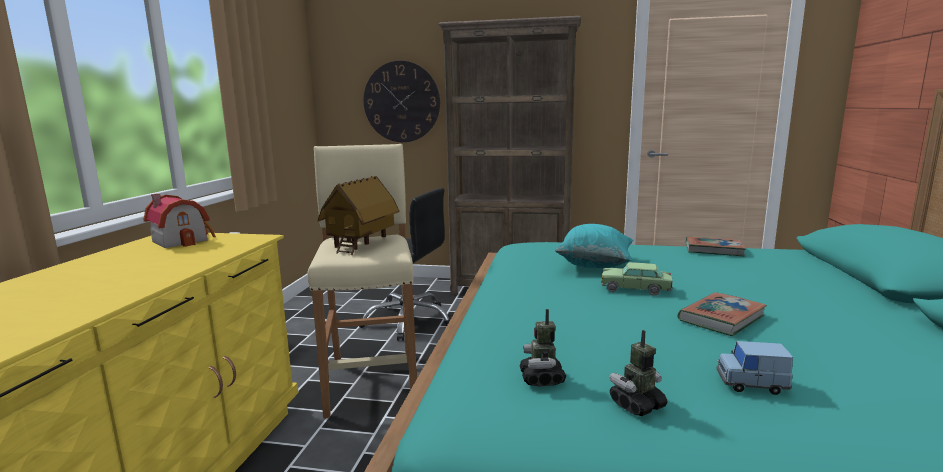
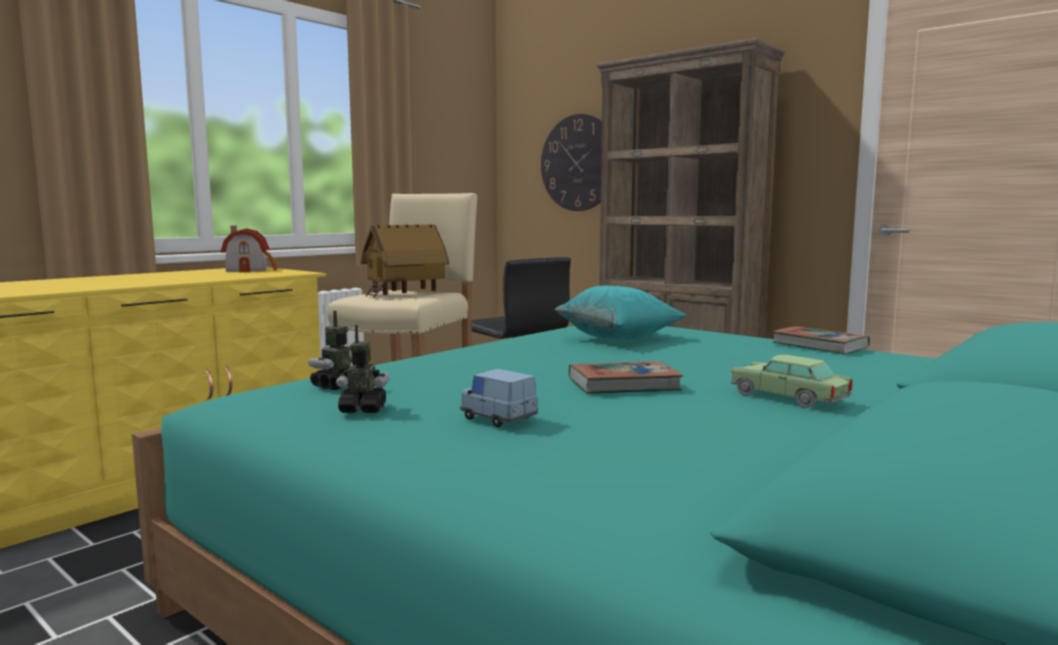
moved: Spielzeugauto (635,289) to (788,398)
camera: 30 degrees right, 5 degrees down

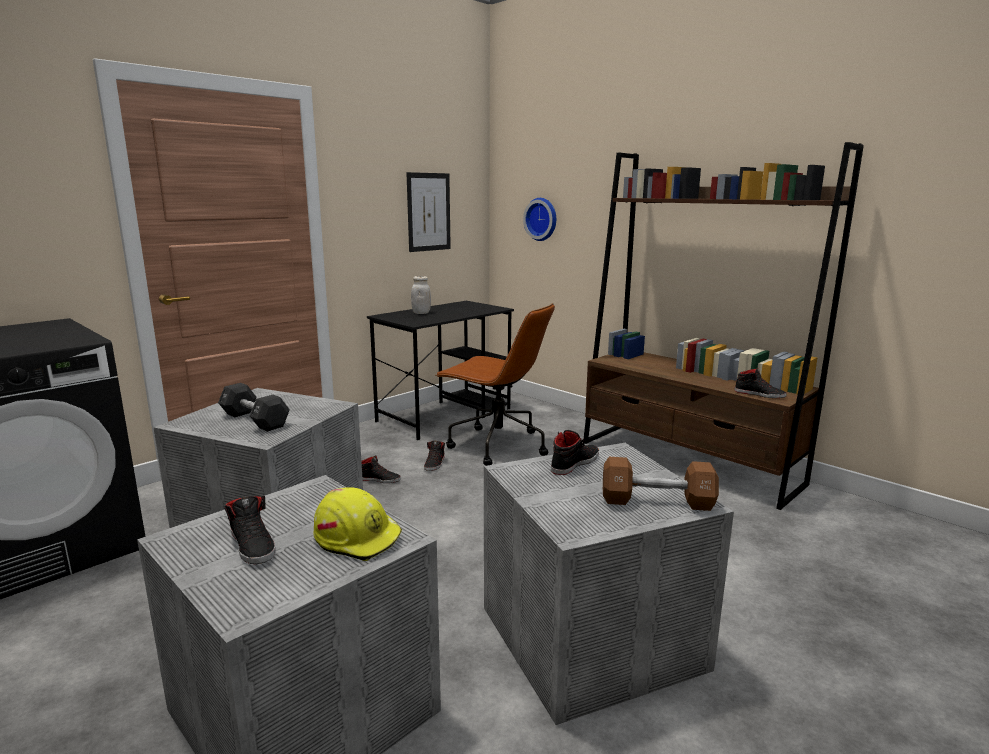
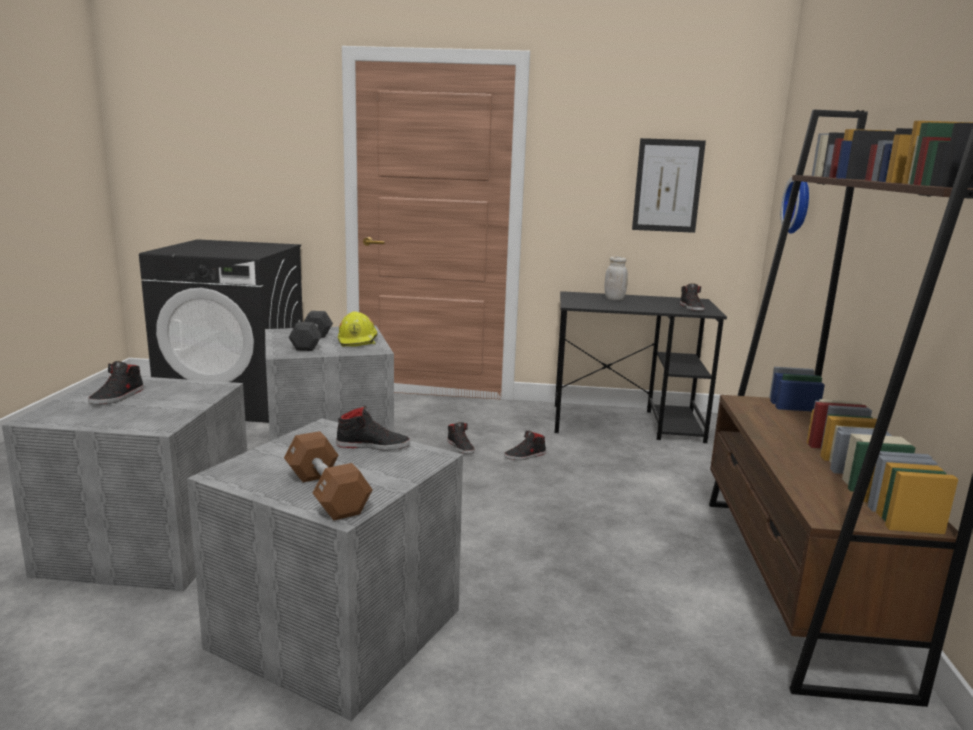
removed: Bürostuhl [braun] (496,445)
moved: Schutzhelm [gelb] (358,538) to (358,341); Schuh [schwarz] (759,394) to (692,308)
camera: 50 degrees right, 0 degrees up

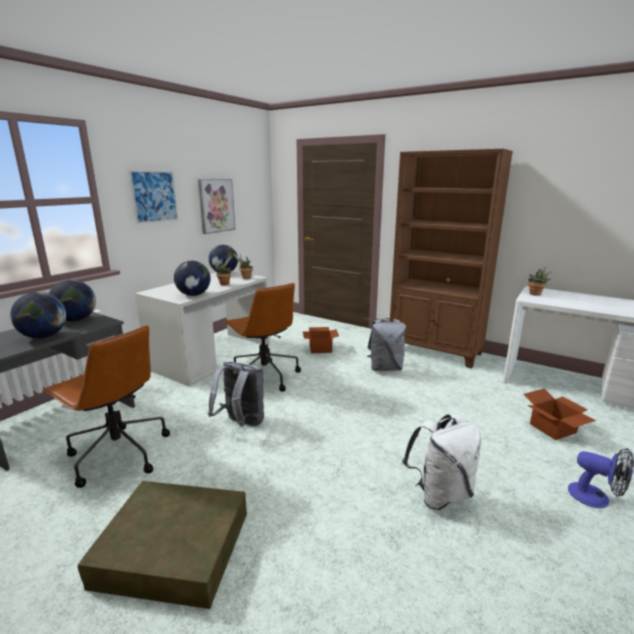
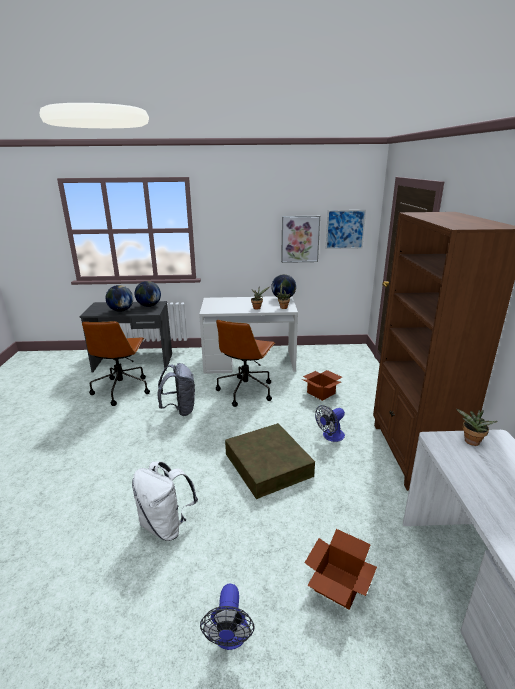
removed: Globus (194,295)
moved: Aufbewahrungsbox [braun] (173,548) to (268,465); Bild (154,196) to (345,229)
replaced: Rucksack [grau] (385,368) to Ventilator (330,436)
camera: 55 degrees right, 5 degrees up

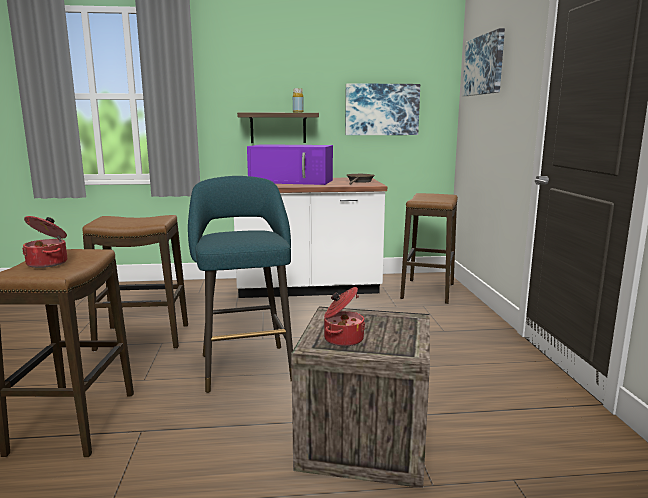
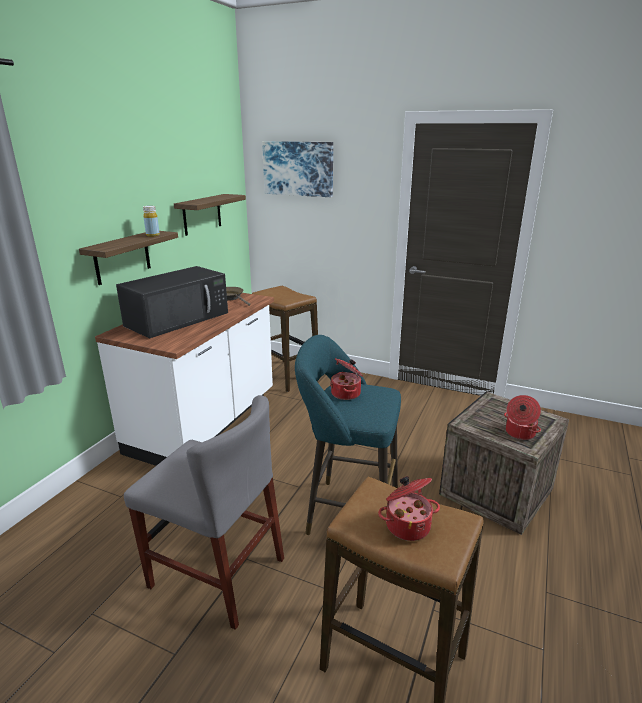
added: Kochtopf (346,393)
replaced: Hocker (142,338) to Stuhl [grau] (217,572); Bild (381,109) to Wandregal (202,214)
recoloured: Mikrowelle [lila] (292,181) to Mikrowelle [schwarz] (178,318)
camera: 60 degrees left, 10 degrees up

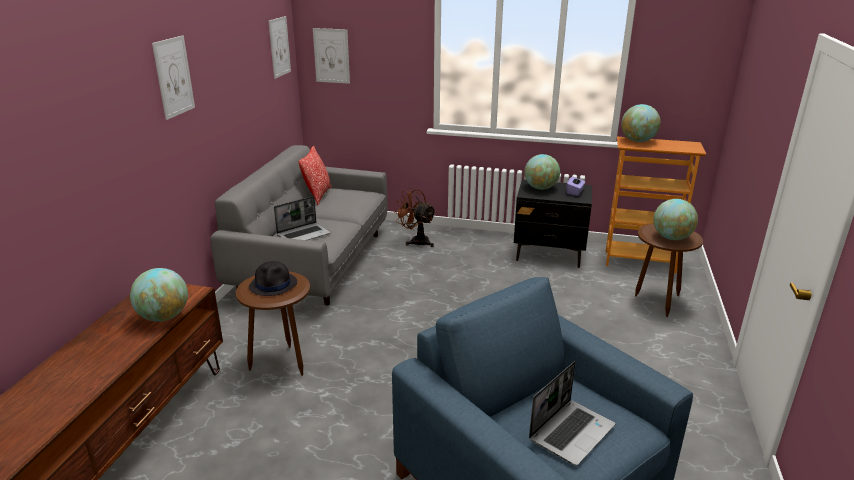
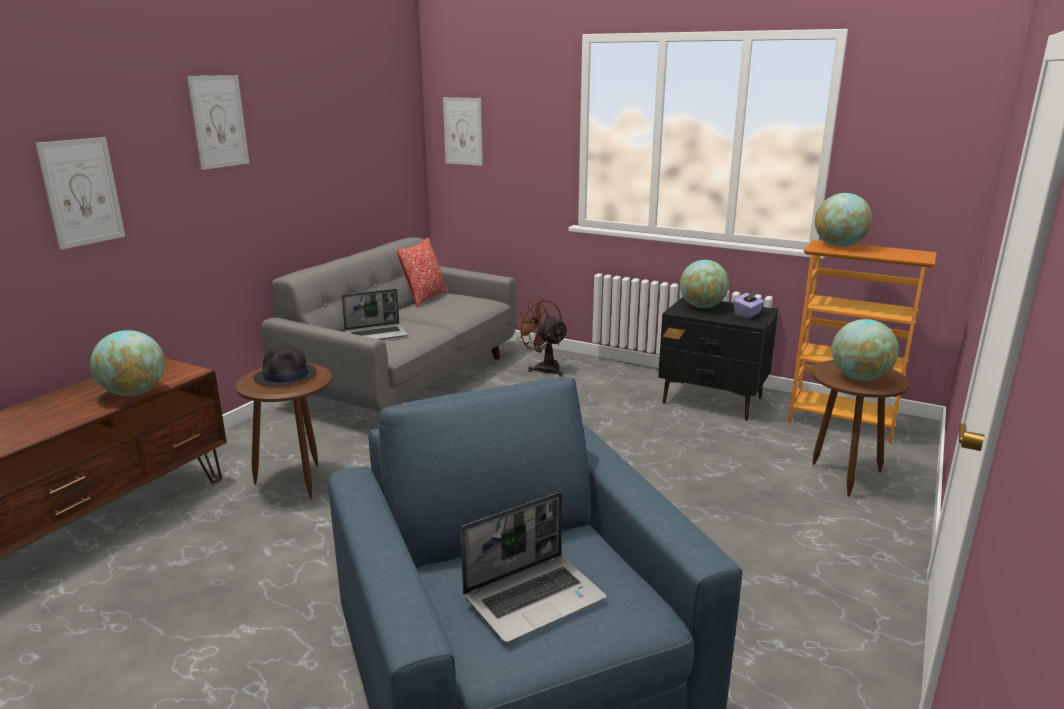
moved: Bild (279,47) to (82,192)
camera: 15 degrees right, 5 degrees down

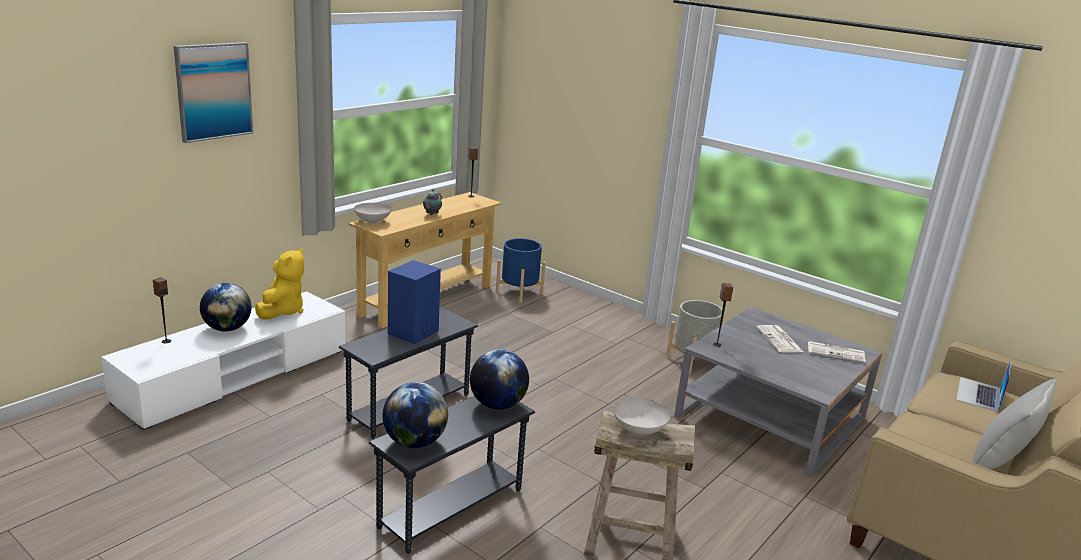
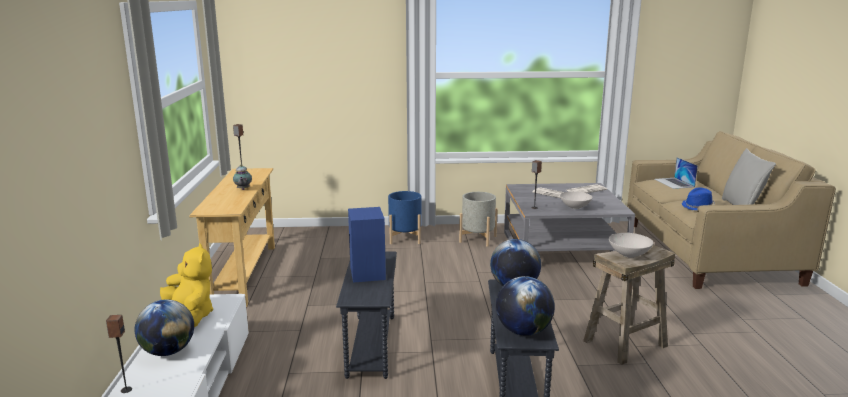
removed: Bild (213,91)
added: Hut [blau] (698,206)
moved: Schüssel [weiß] (372,221) to (575,207); Pflanzkübel [blau] (519,292) to (405,238)
camera: 40 degrees left, 5 degrees down

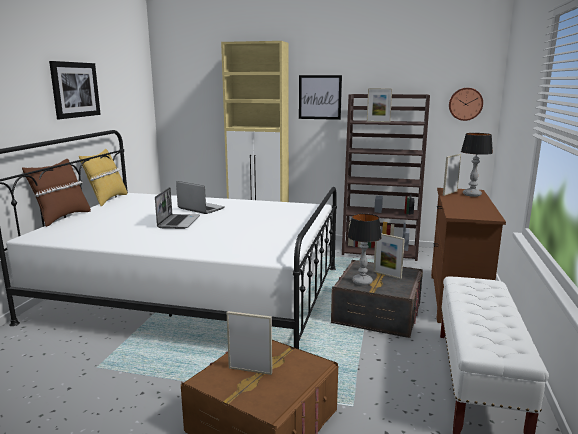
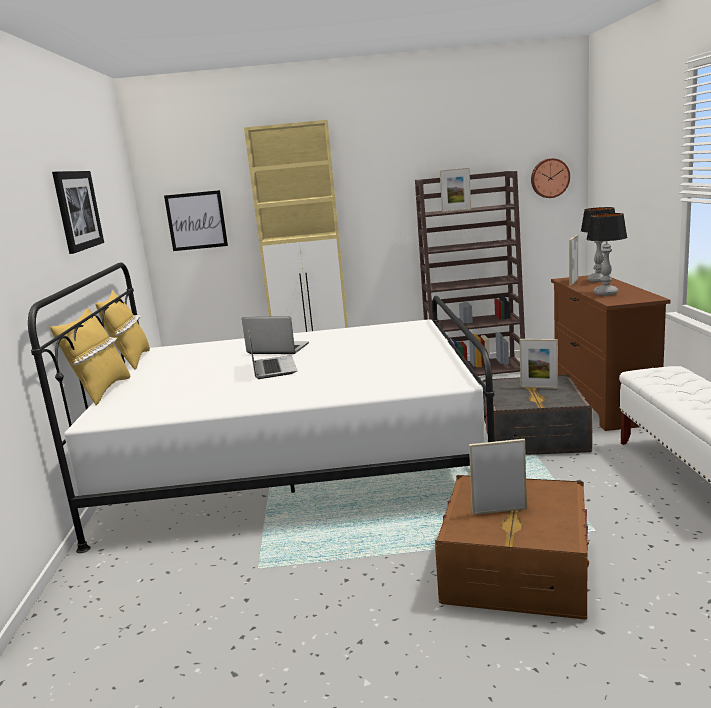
moved: Bild (320,97) to (196,220); Tischlampe (362,282) to (606,293)
recoloured: Kissen [braun] (62,218) to Kissen [gelb] (101,391)
camera: 15 degrees left, 0 degrees up

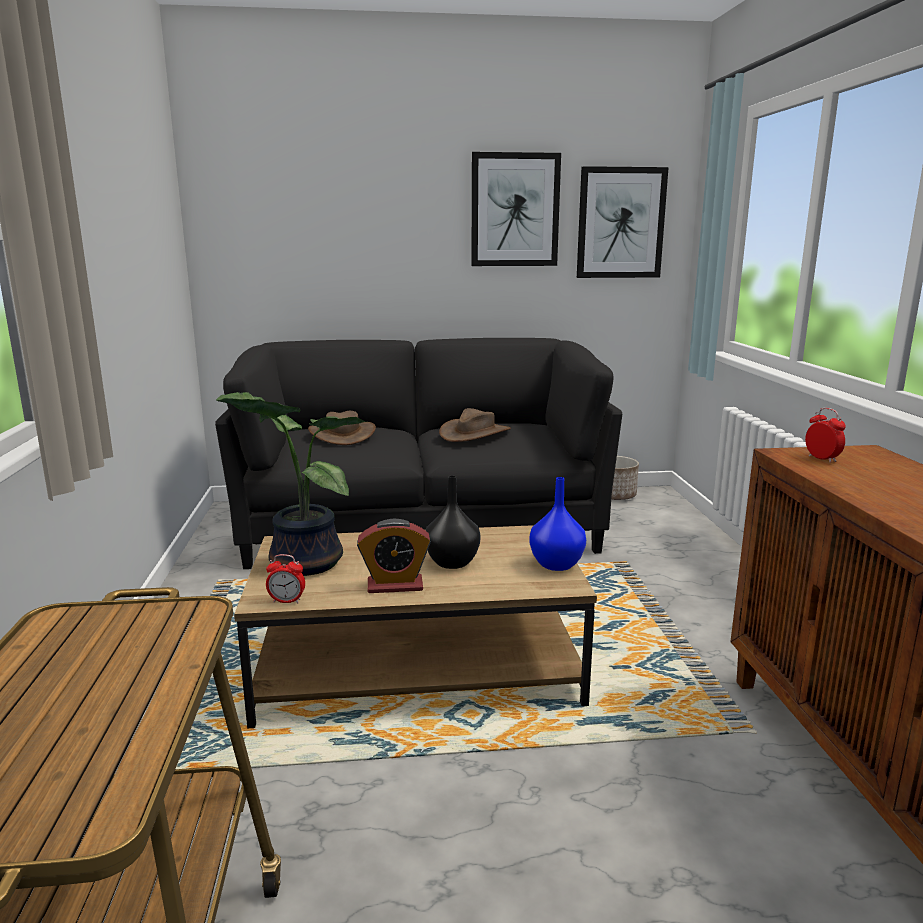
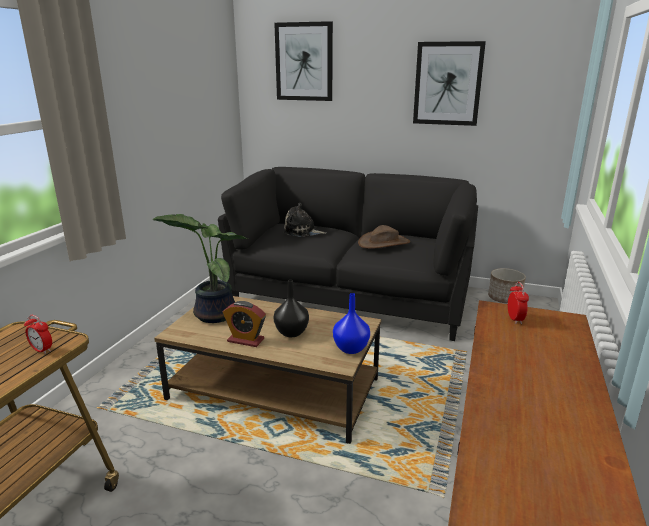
moved: Wecker (287,601) to (42,350); Bild (620,223) to (304,62)
replaced: Hut [braun] (342,435) to Plüschtier (302,232)
camera: 25 degrees right, 5 degrees up

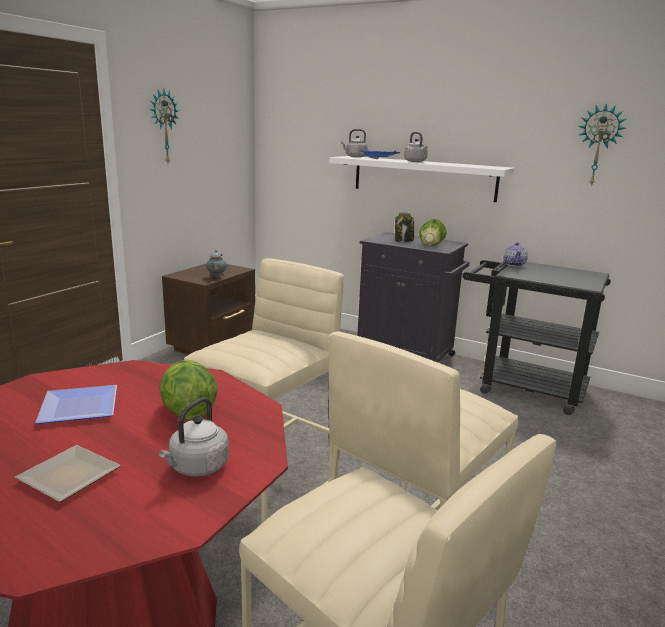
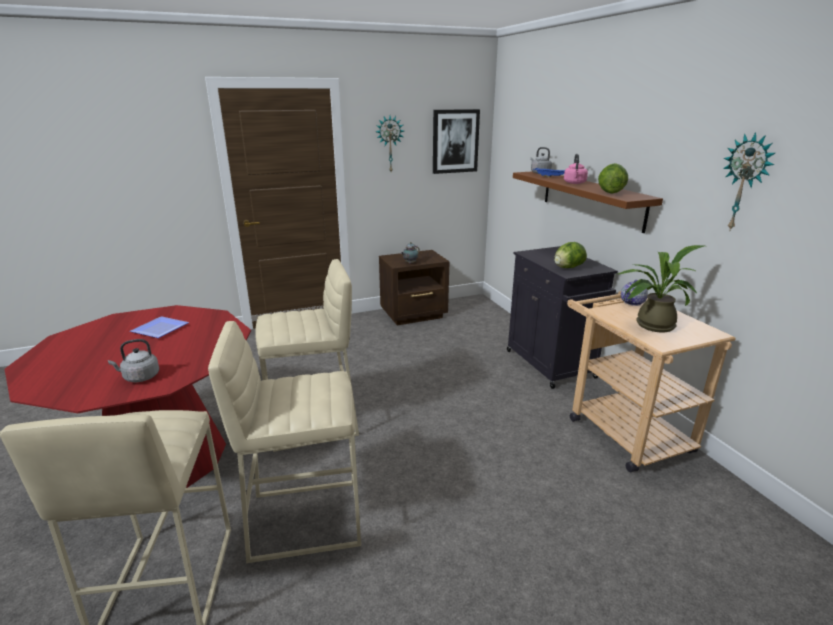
removed: Teller (73,476); Vorratsglas (404,241)
added: Bild (455,141); Topfpflanze (649,325)
moved: Salatkopf (187,412) to (609,192)
recoloured: Wandregal [weiß] (423,178) to Wandregal [braun] (591,199); Wasserkessel [grau] (416,161) to Wasserkessel [rosa] (574,183); Rollwagen [schwarz] (521,387) to Rollwagen [beige] (621,429)
camera: 40 degrees right, 5 degrees up

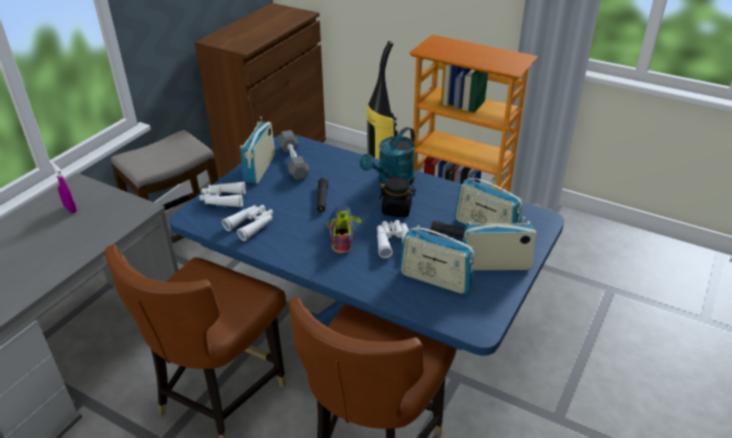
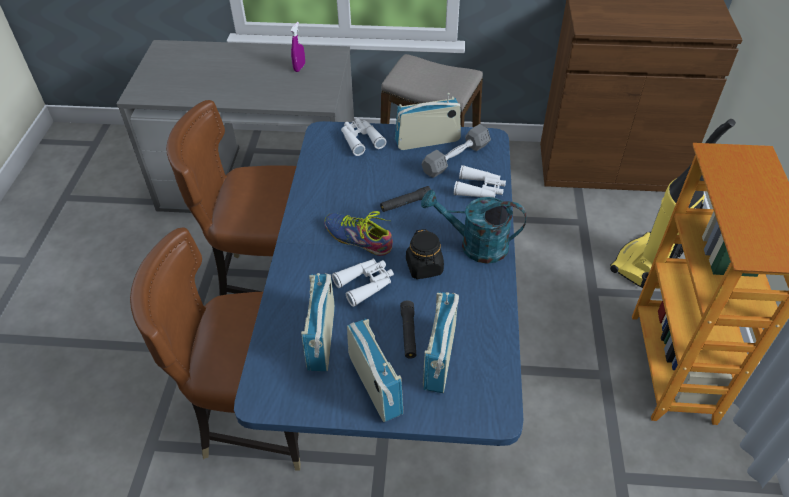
moved: Fernglas [weiß] (251,225) to (480,189)
turned: Schuh (341,233) = (358,238) 120 degrees counterclockwise
camera: 65 degrees right, 10 degrees up

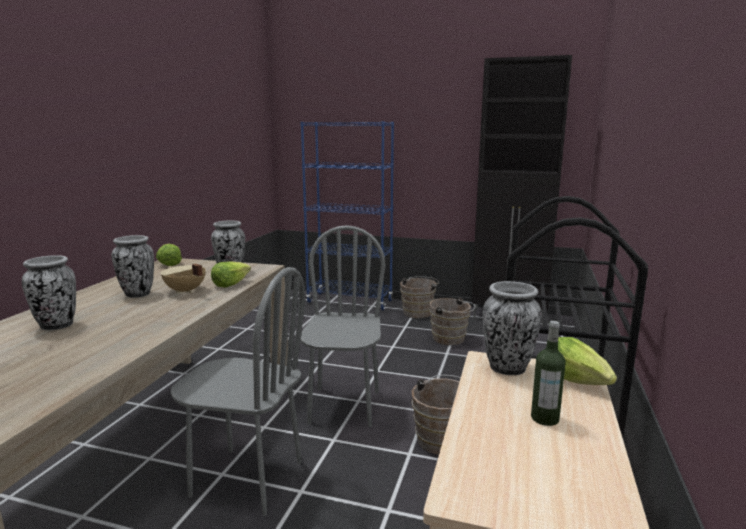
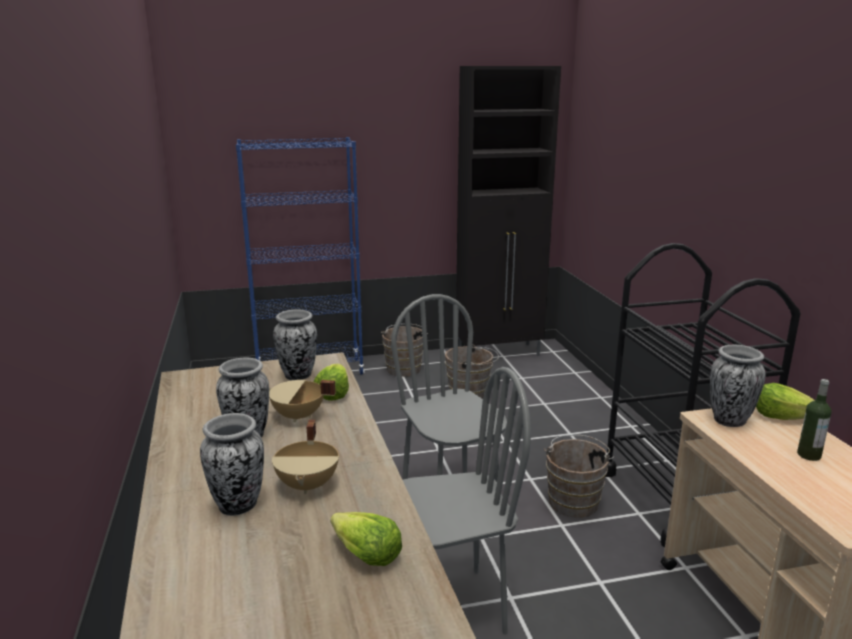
added: Kochtopf [beige] (309,485)
moved: Salatkopf (169,264) to (365,555)
camera: 30 degrees left, 5 degrees up

